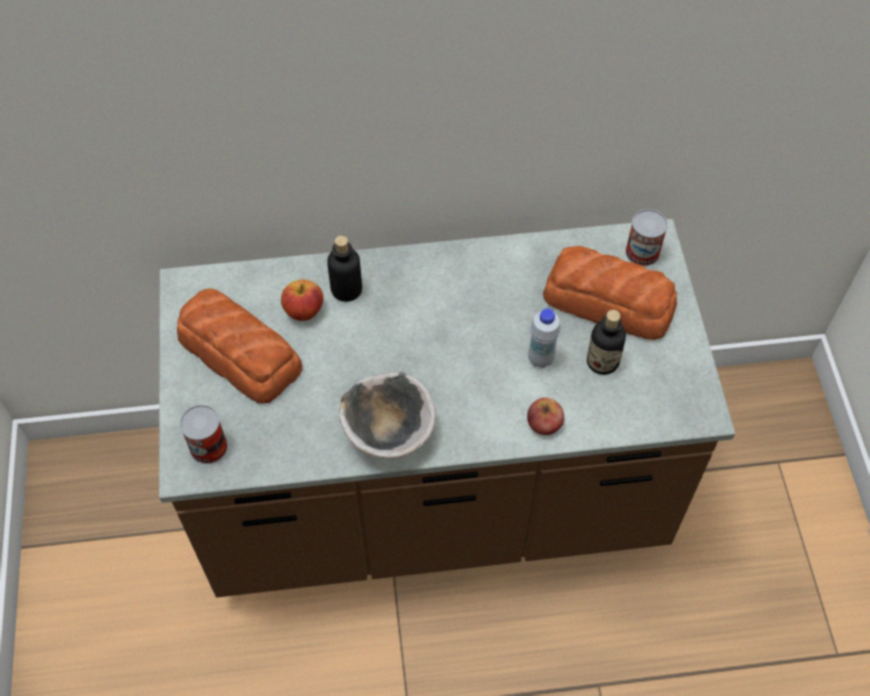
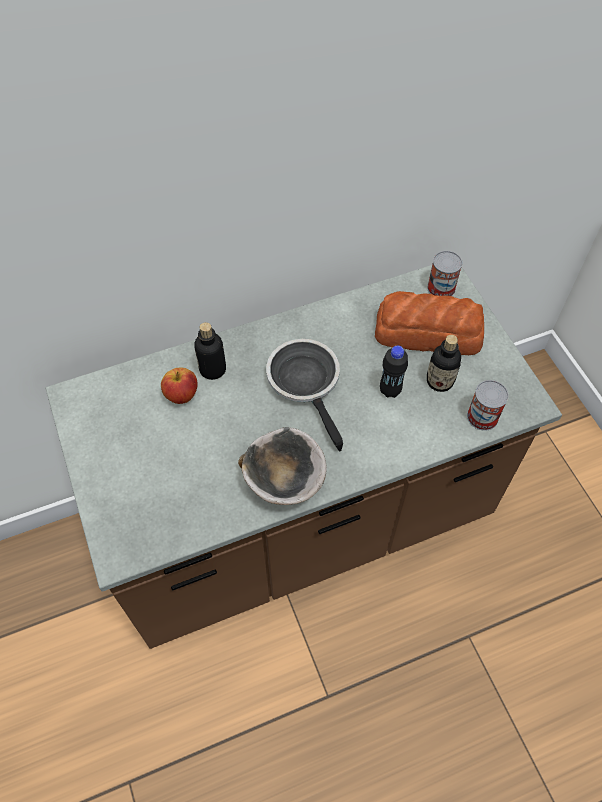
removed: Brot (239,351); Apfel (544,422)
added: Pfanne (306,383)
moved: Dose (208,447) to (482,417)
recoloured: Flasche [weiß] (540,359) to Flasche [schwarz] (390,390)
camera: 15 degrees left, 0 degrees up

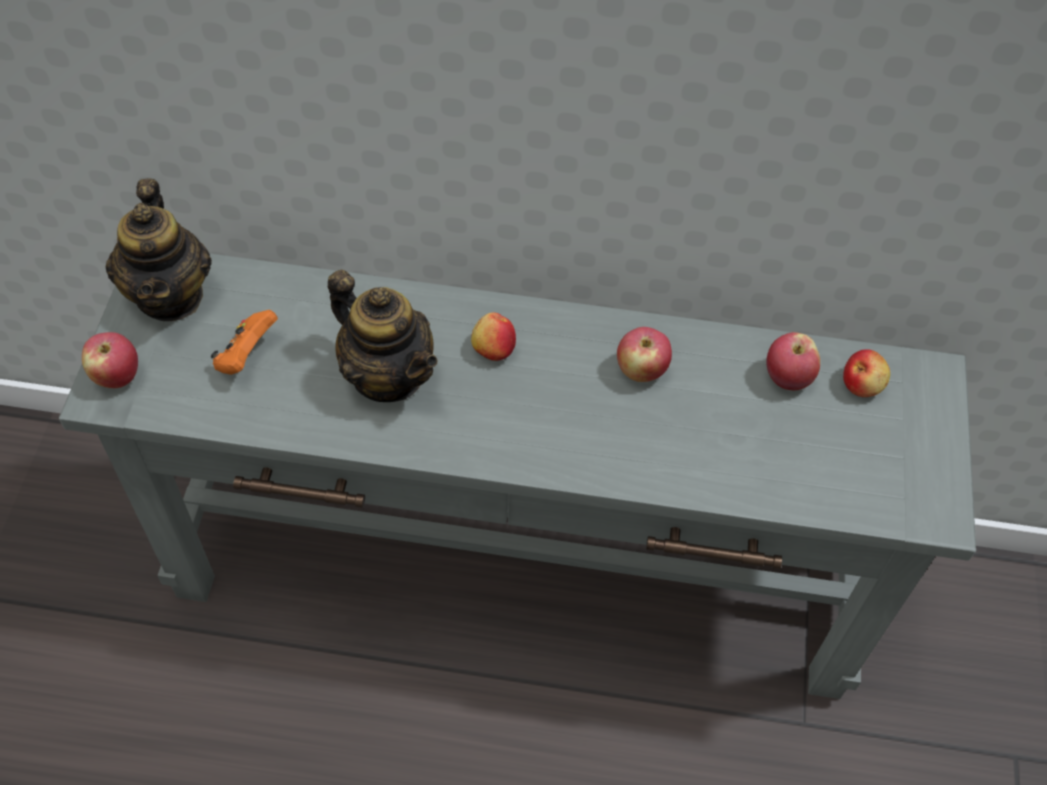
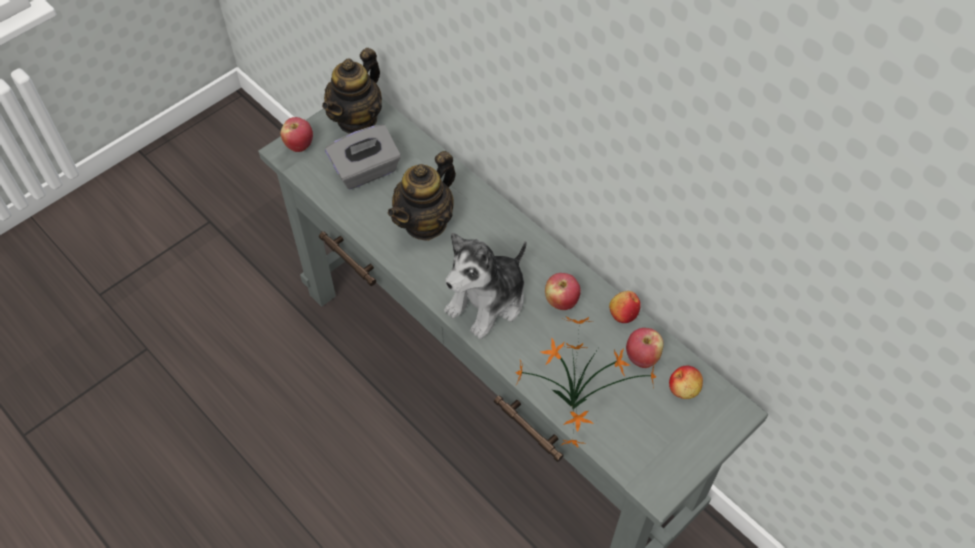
added: Plüschtier (488,301); Topfpflanze (573,404)
moved: Apfel (493,348) to (623,313)
replaced: Gamepad [orange] (246,356) to Taschentuchbox [grau] (366,171)
turned: Teekanne (388,375) = (425,222) 45 degrees clockwise
camera: 40 degrees right, 0 degrees up

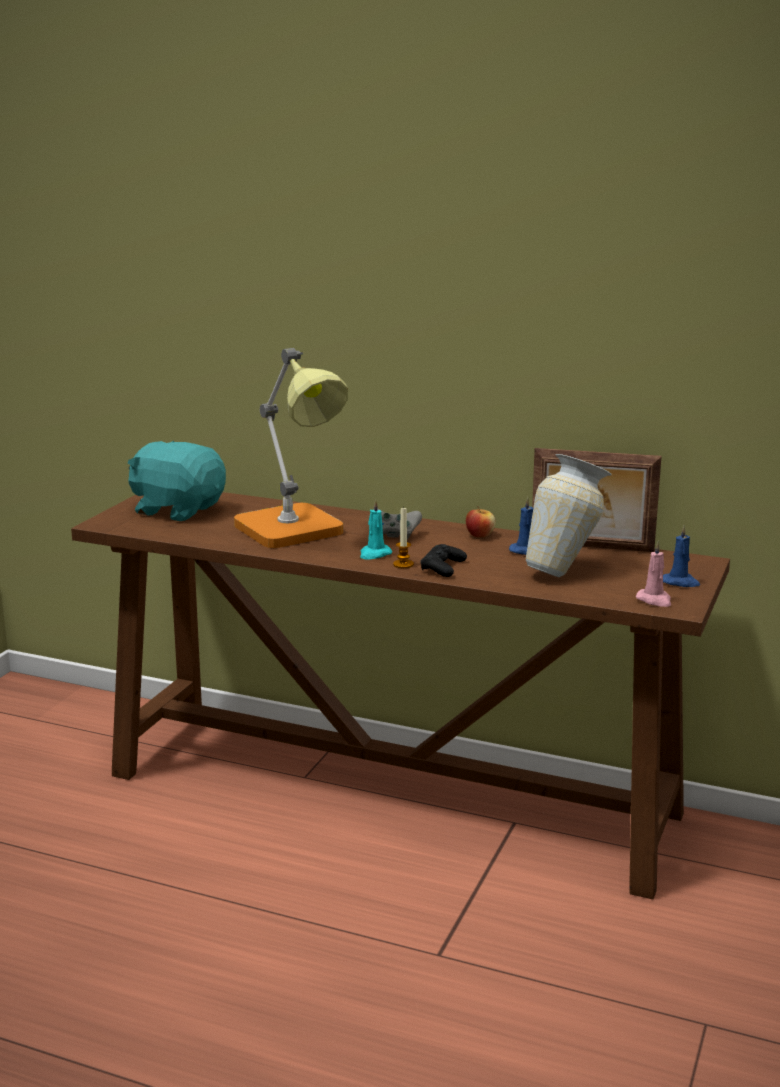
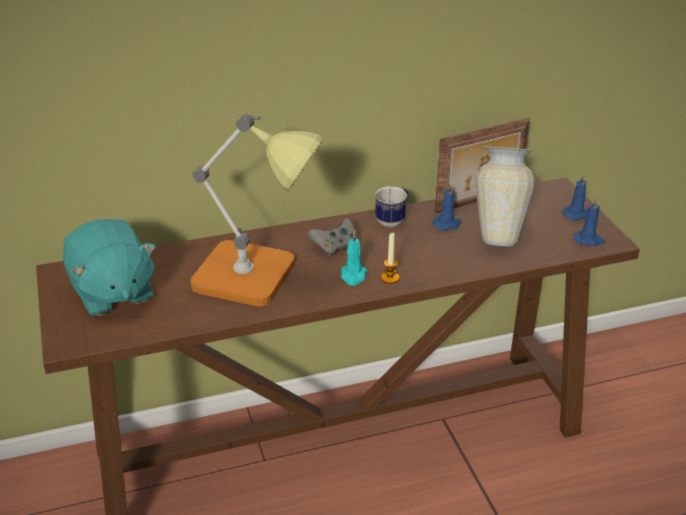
removed: Gamepad [schwarz] (443,567)
replaced: Apfel (480,535) to Henkelbecher (393,220)
recoloured: Kerze [rosa] (654,600) to Kerze [blau] (589,240)
turned: Plüschtier [türkis] (178,510) = (112,293) 105 degrees counterclockwise
camera: 40 degrees left, 15 degrees up

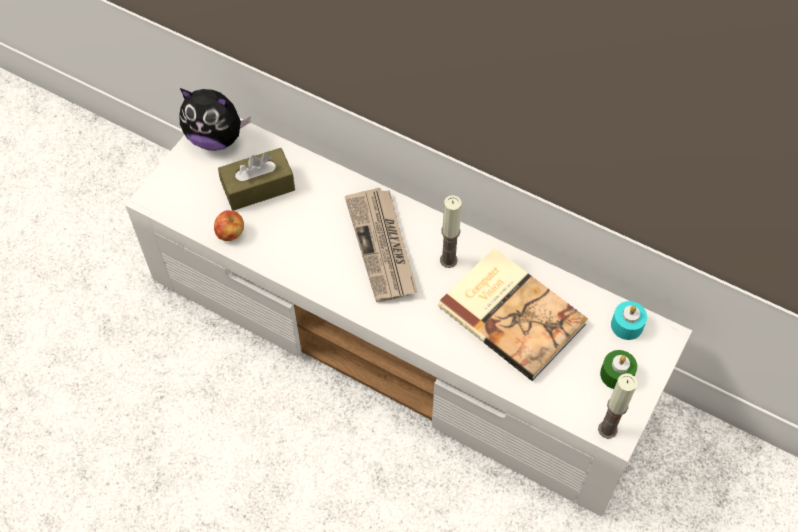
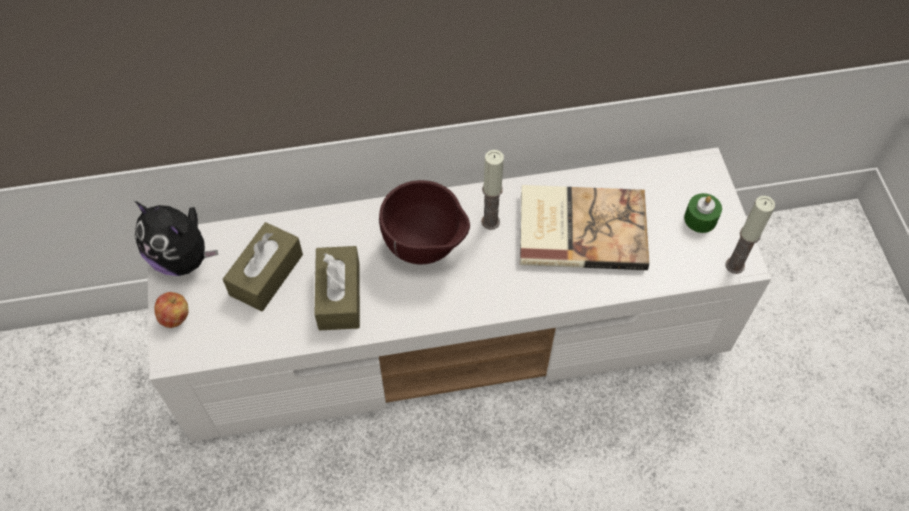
removed: Kerze [türkis] (627,325)
added: Taschentuchbox [braun] (339,296)
moved: Apfel (230,234) to (175,317)
replaced: Zeitung (383,246) to Schüssel [braun] (426,248)
turned: Plüschtier (216,138) = (183,258) 60 degrees clockwise
camera: 40 degrees left, 0 degrees up

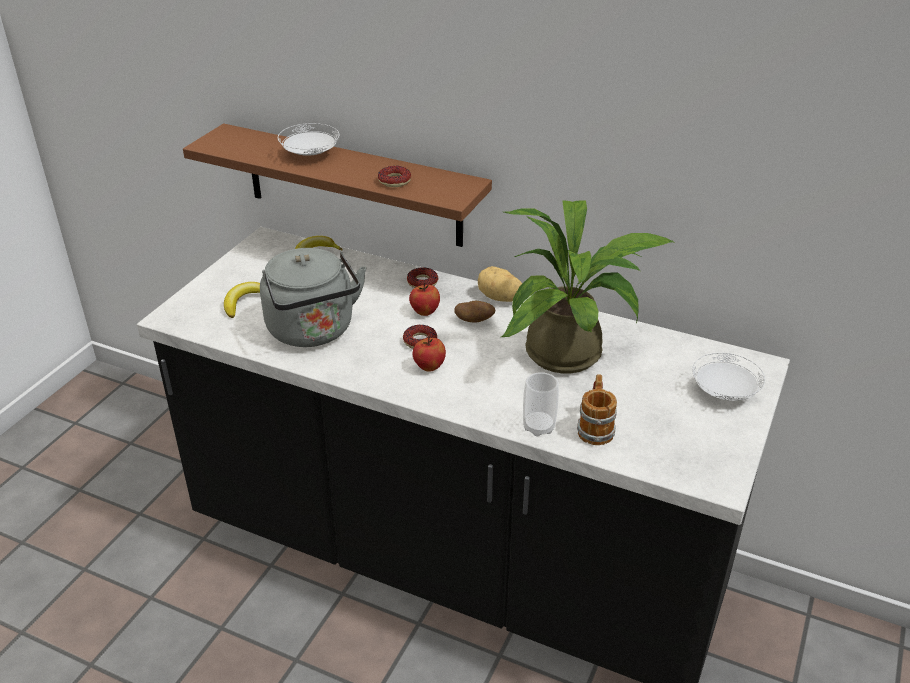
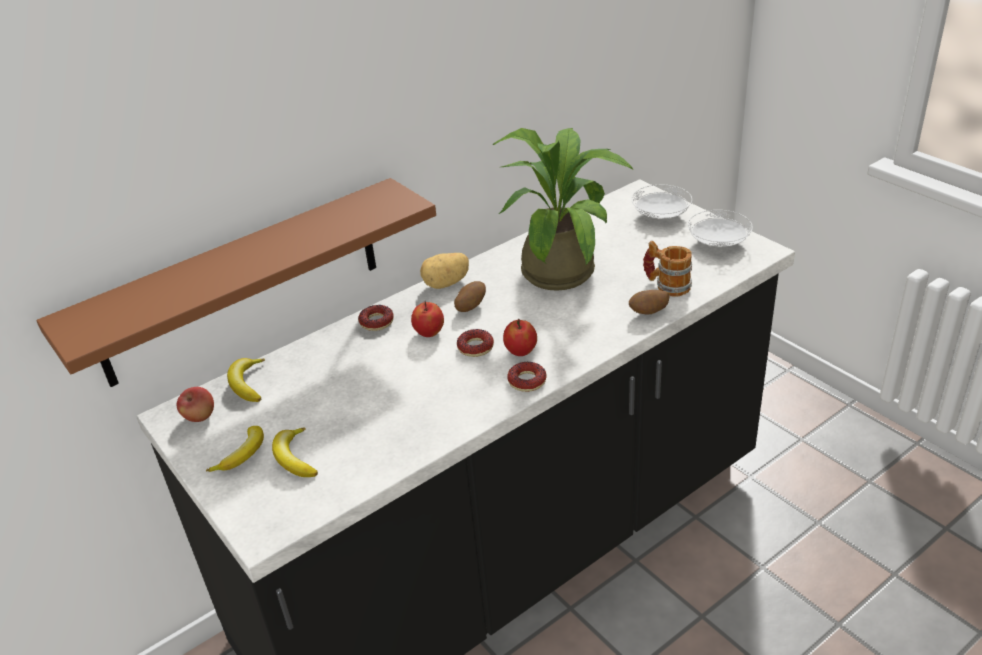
removed: Wasserkessel [grau] (313,332)
added: Apfel (200,417); Banane (243,455)
moved: Teller [weiß] (310,154) to (717,243); Donut (394,181) to (527,381)
replaced: Tasse (538,427) to Kartoffel (648,313)
camera: 60 degrees left, 0 degrees up

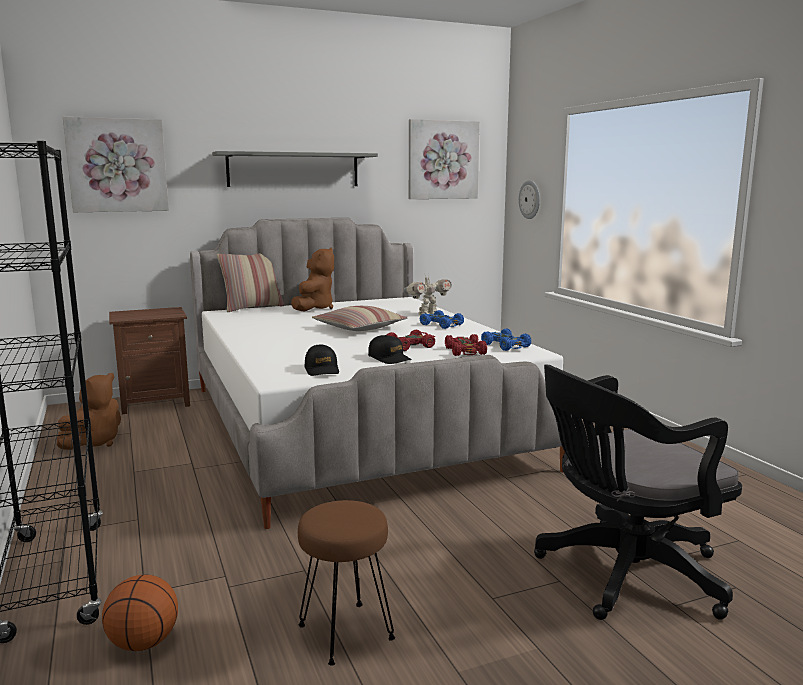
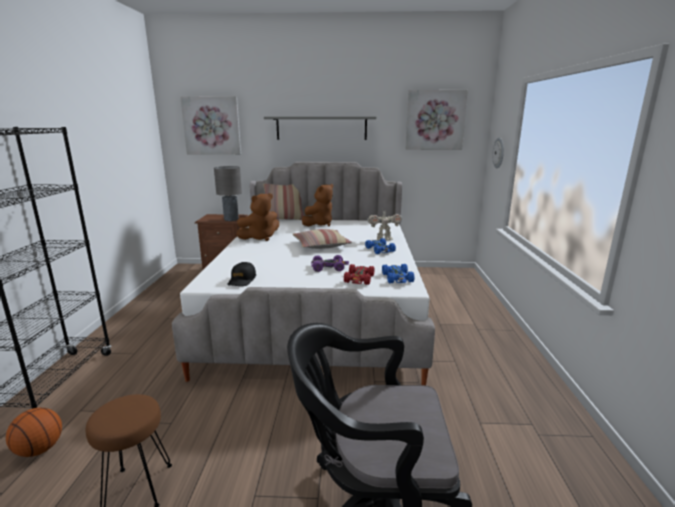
removed: Kappe [schwarz] (389,358)
added: Tischlampe [grau] (231,219)
moved: Plüschtier [braun] (95,442) to (260,238)
recoloured: Spielzeugauto [rot] (410,346) to Spielzeugauto [lila] (329,267)
camera: 25 degrees right, 5 degrees up

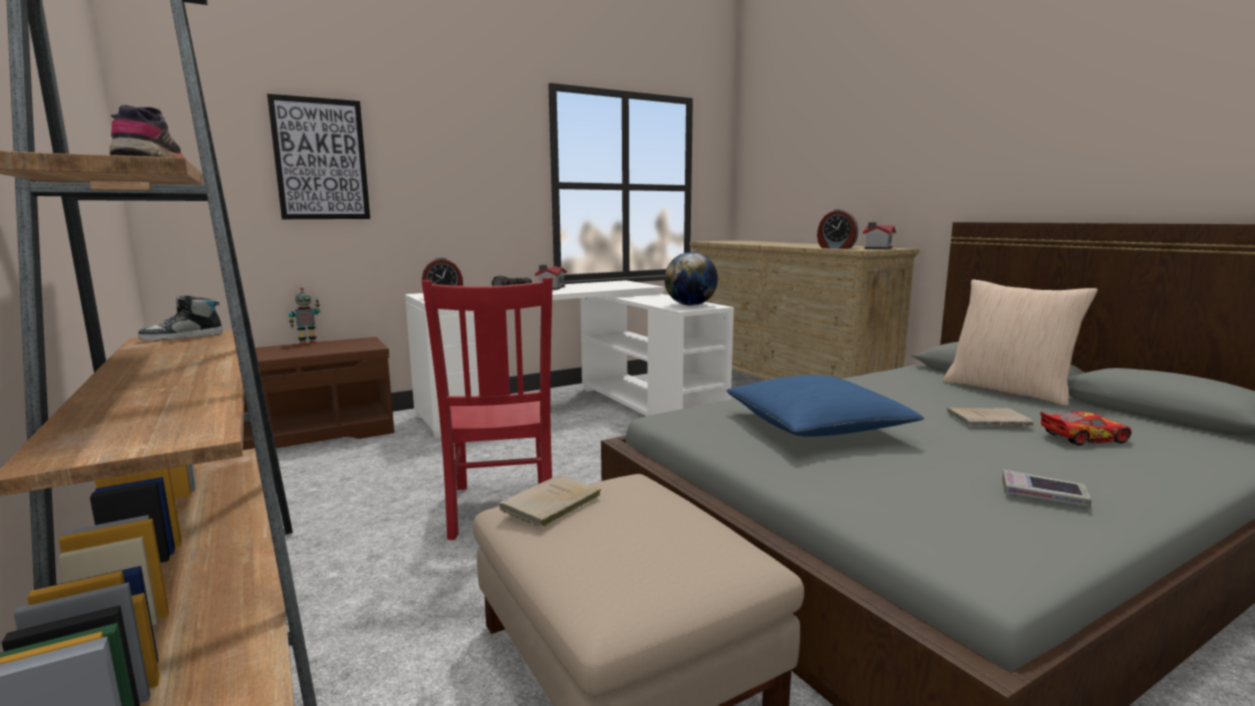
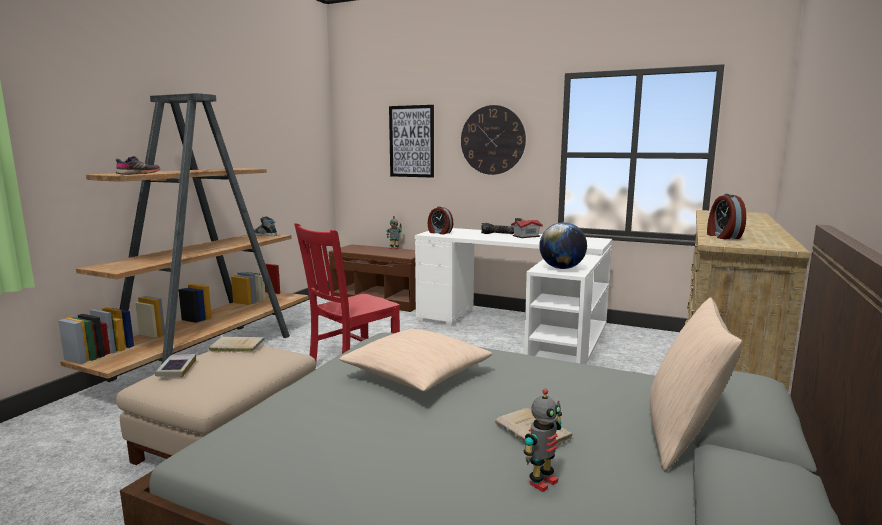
removed: Spielzeughaus (877,248)
added: Wanduhr (492,140)
moved: Buch (1043,495) to (176,369)
replaced: Spielzeugauto (1083,438) to Spielzeugroboter (541,482)
recoloured: Kissen [blau] (817,426) to Kissen [beige] (417,374)
camera: 55 degrees right, 0 degrees up

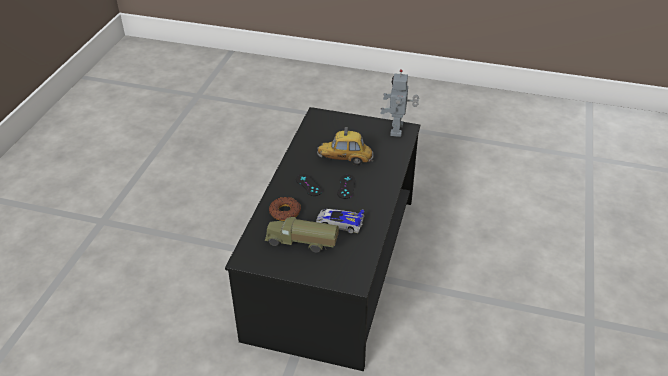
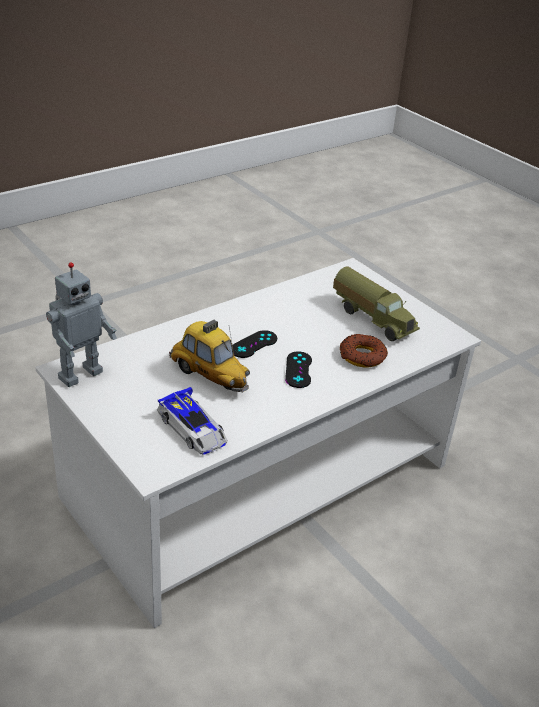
moved: Spielzeugauto (339,222) to (193,429)
recoloured: Couchtisch [schwarz] (333,266) to Couchtisch [weiß] (261,479)
camera: 145 degrees left, 5 degrees down

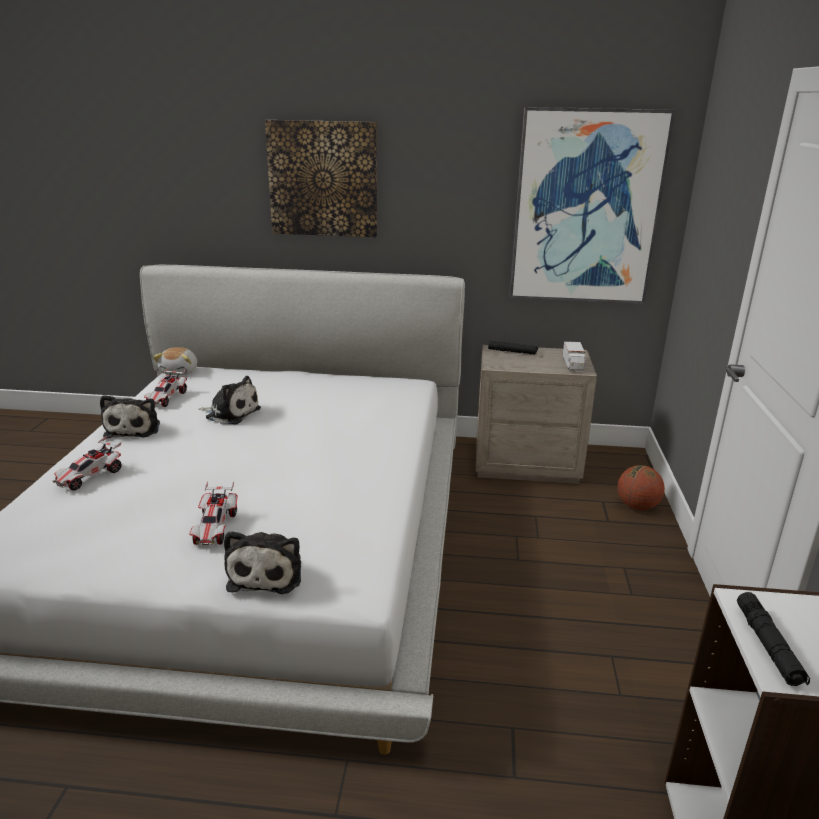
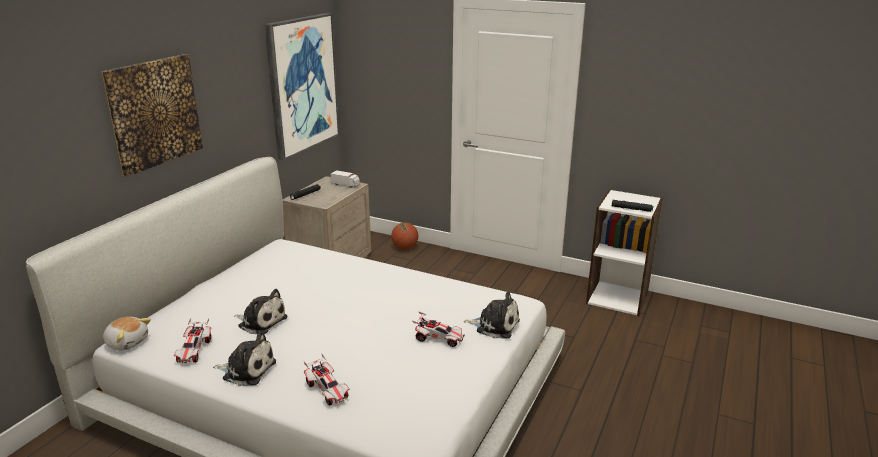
turned: Spielzeugauto (167,398) = (194,351) 60 degrees clockwise; Plüschtier (231,413) = (261,321) 75 degrees clockwise
camera: 70 degrees left, 0 degrees up

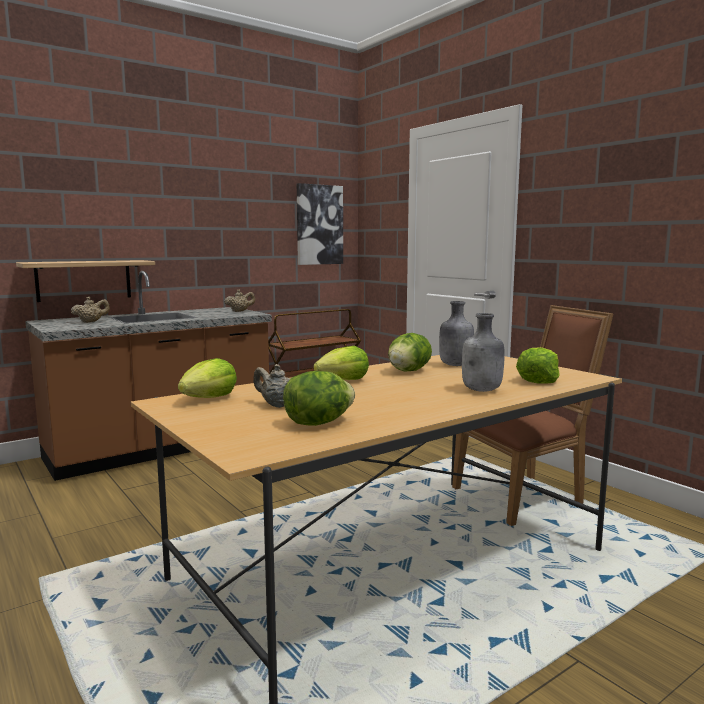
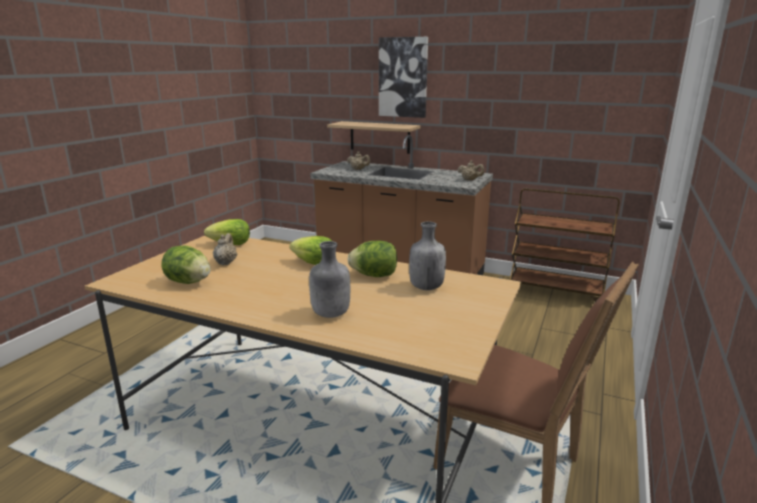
removed: Salatkopf (537,380)
moved: Bild (319,225) to (403,77)
camera: 60 degrees right, 10 degrees up

